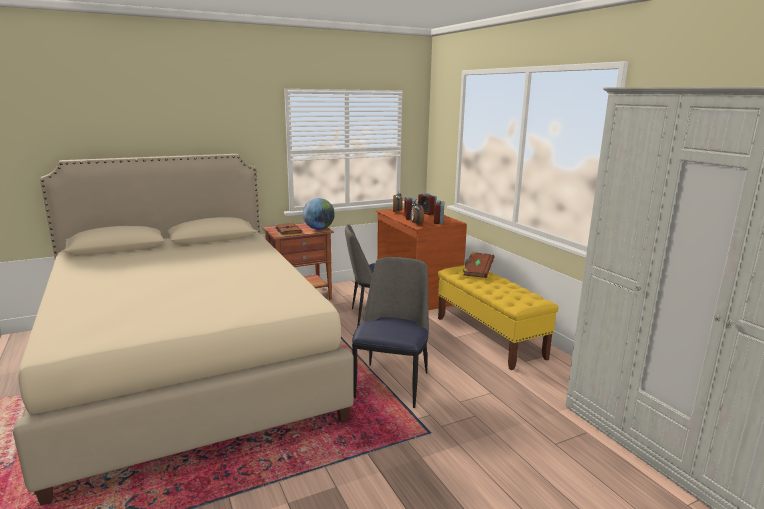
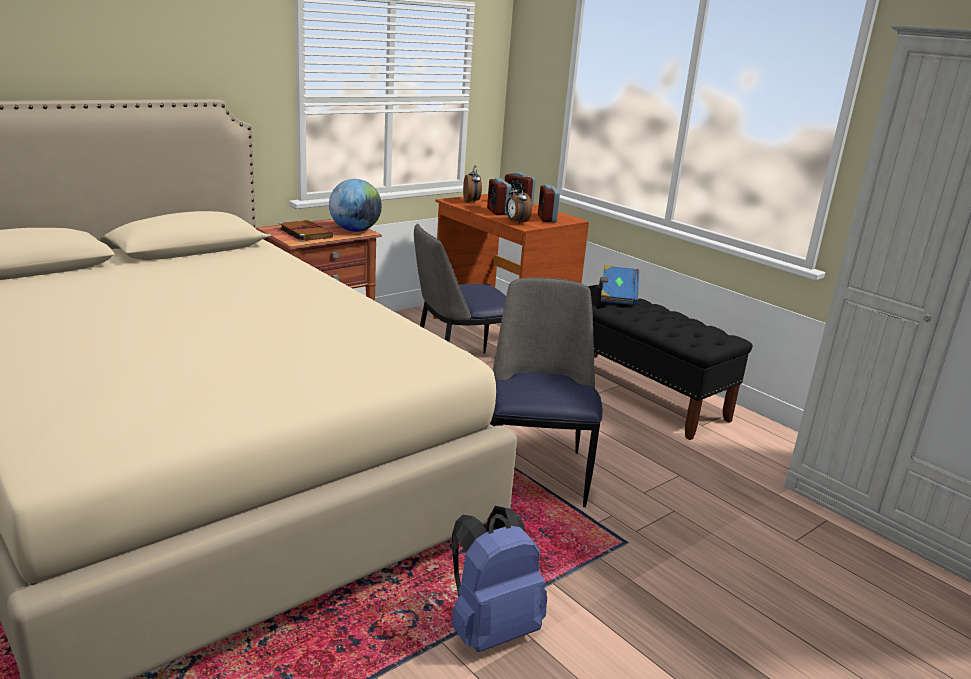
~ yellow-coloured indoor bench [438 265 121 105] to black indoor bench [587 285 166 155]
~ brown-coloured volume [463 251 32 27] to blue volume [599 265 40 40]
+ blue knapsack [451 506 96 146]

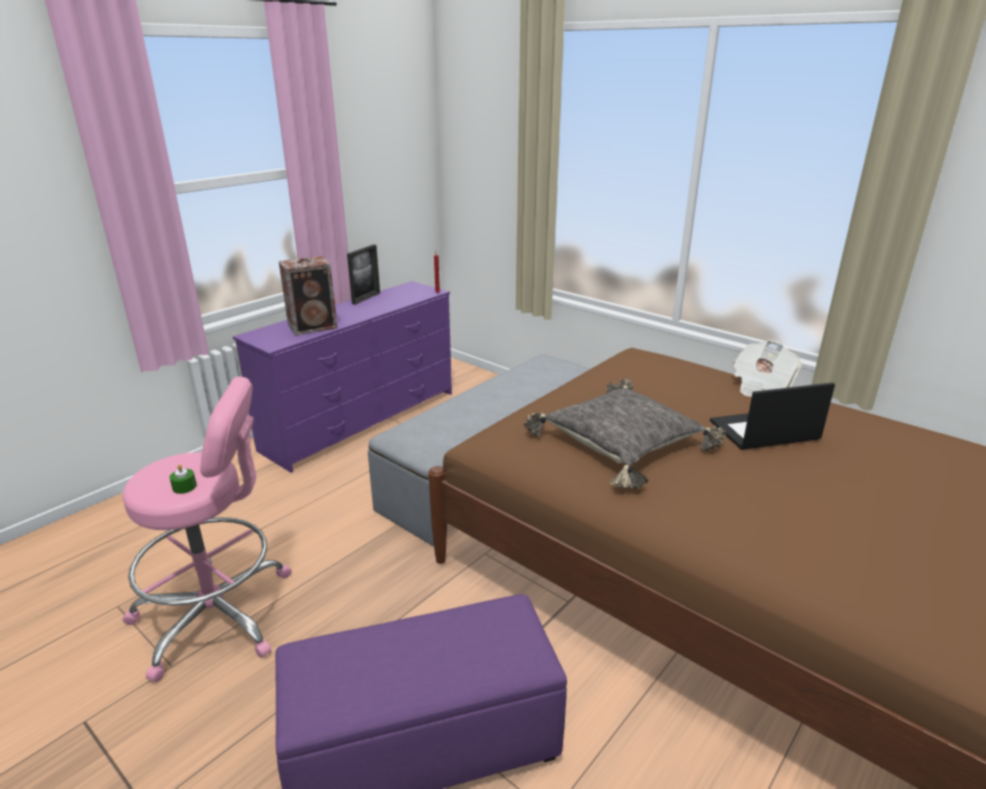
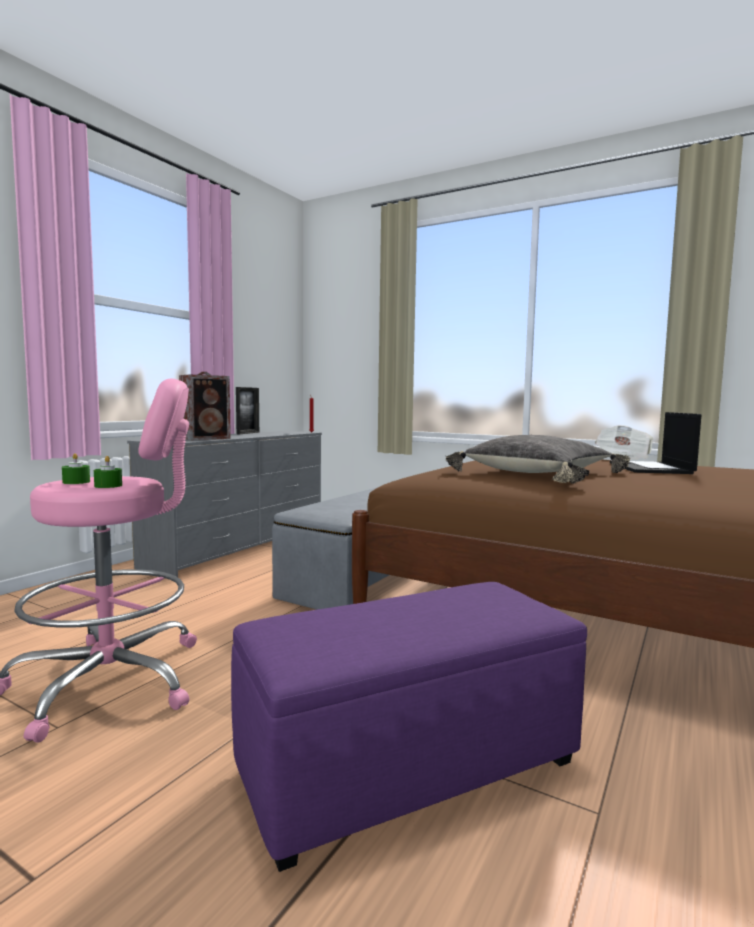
~ purplish drawer chest [233 281 219 192] to grey drawer chest [127 431 195 146]
~ portable computer [710 383 125 67] = [610 412 91 62] 60 degrees counterclockwise
+ greenish wax candle [62 453 28 31]

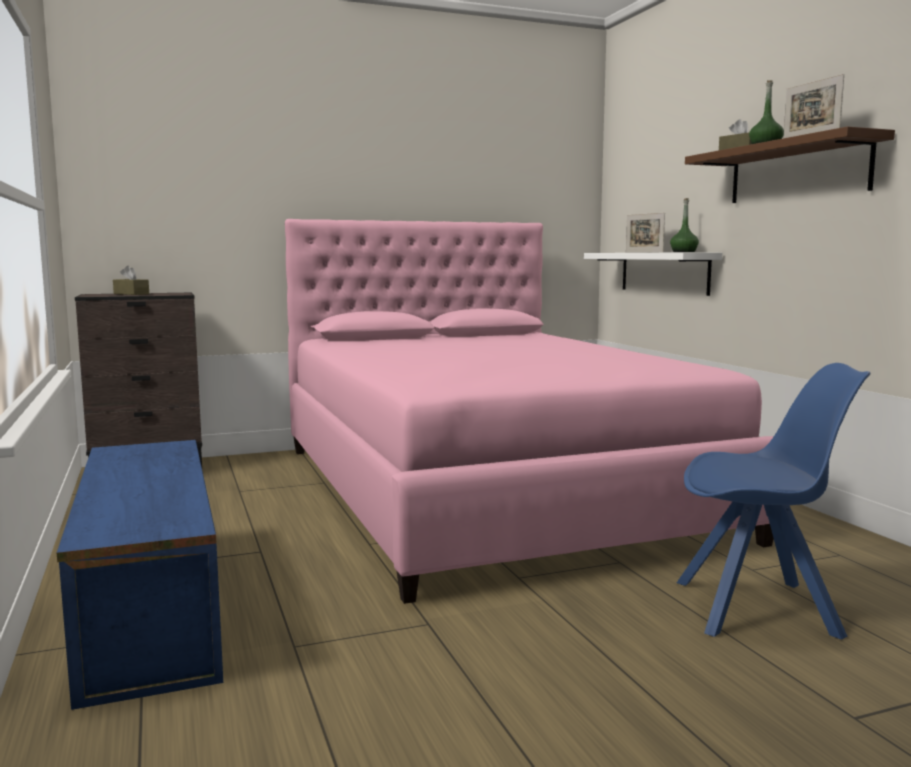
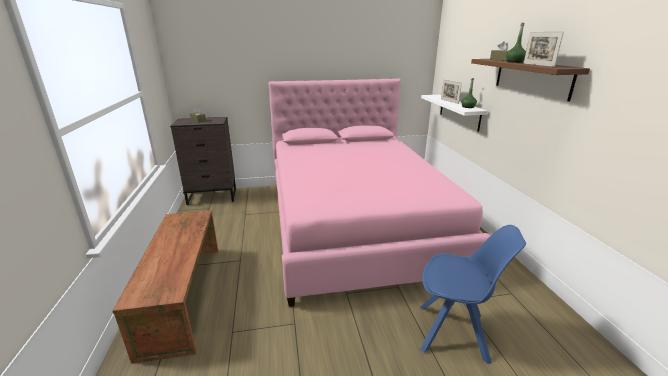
~ blue indoor bench [57 440 166 270] to brown-coloured indoor bench [113 210 105 154]

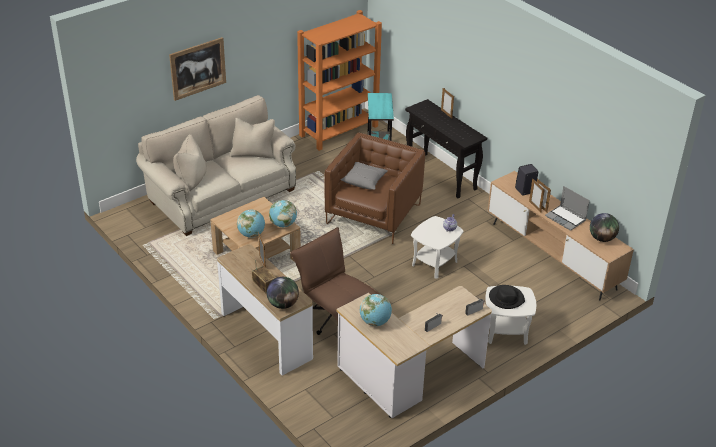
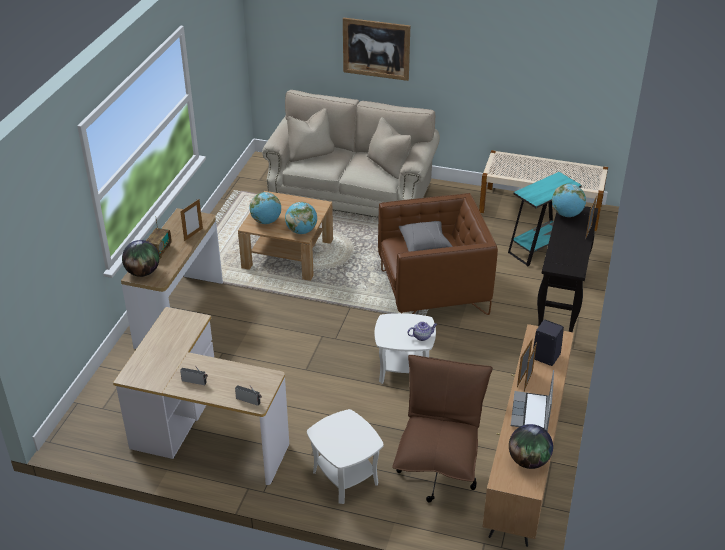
~ brown-coloured office chair [290 227 91 108] to [392 355 101 147]
~ orangey bookcase [297 10 85 141] to sand-coloured indoor bench [479 150 129 82]
~ desk globe [360 294 32 32] to [552 184 34 33]
- black hat [489 285 36 24]

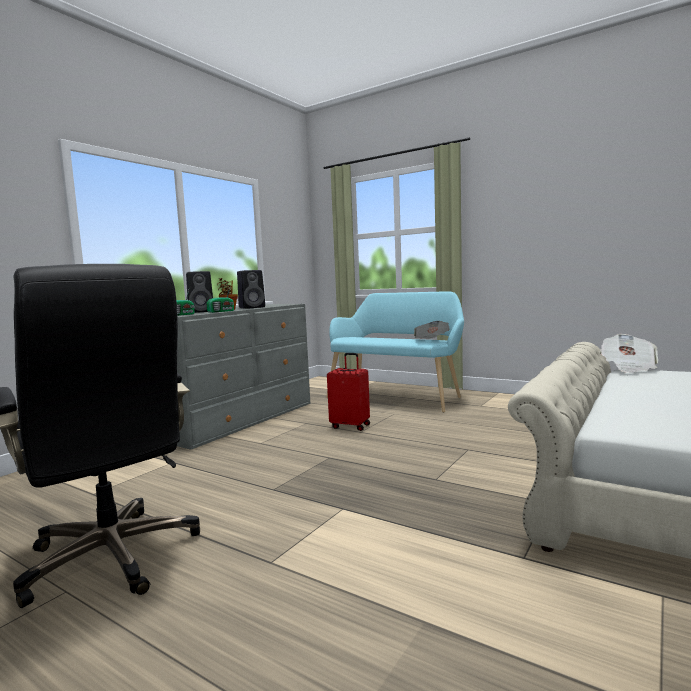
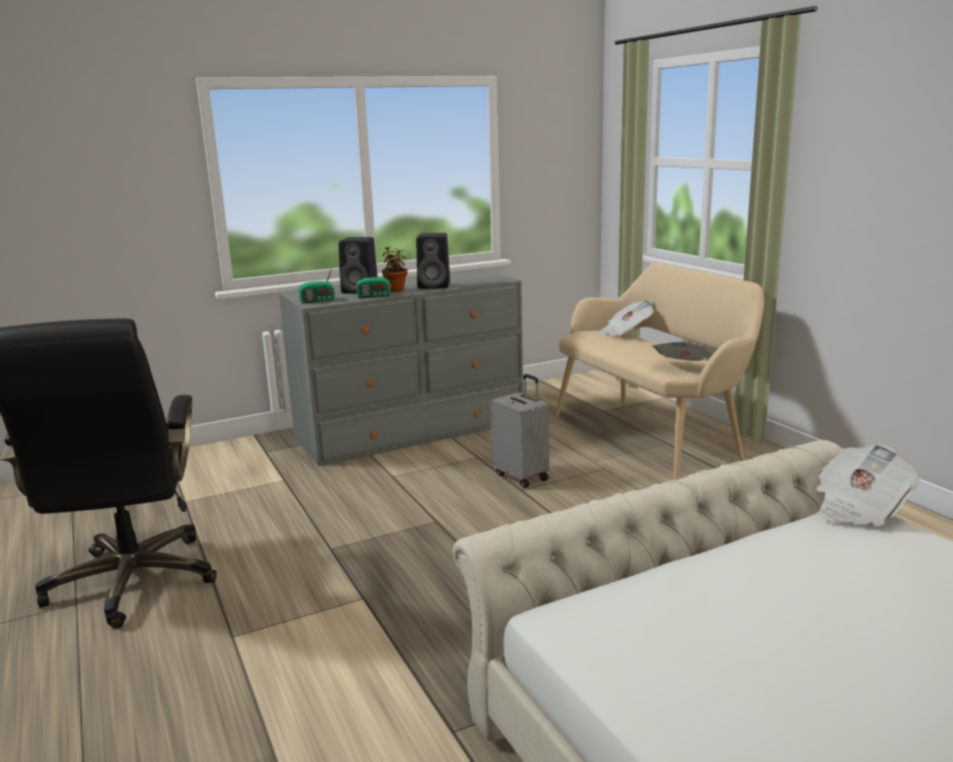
~ turquoise-coloured indoor bench [326 291 138 122] to sand-coloured indoor bench [554 263 210 217]
~ red travel case [327 353 43 78] to grey travel case [490 374 59 114]
+ printed paper [599 300 55 36]

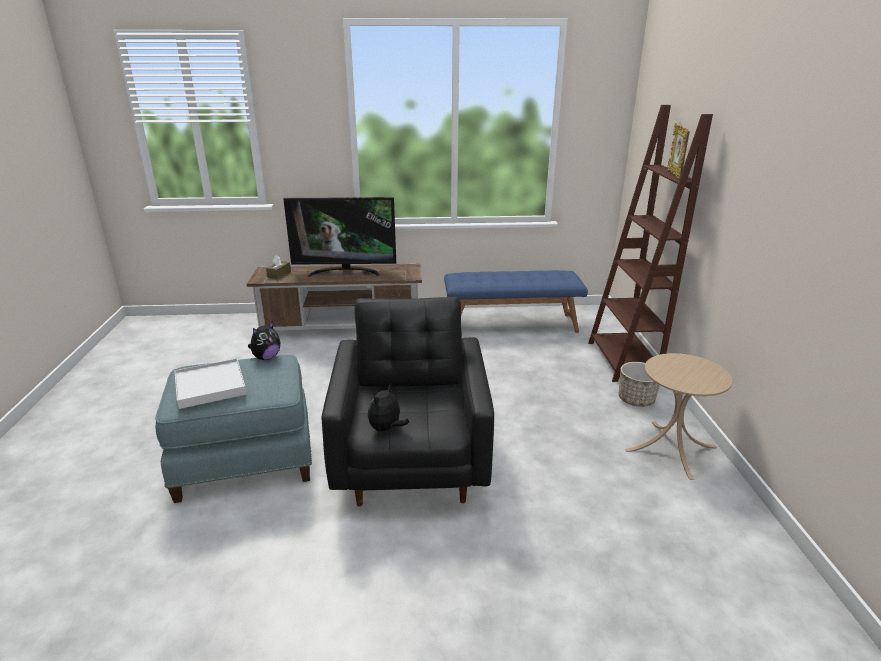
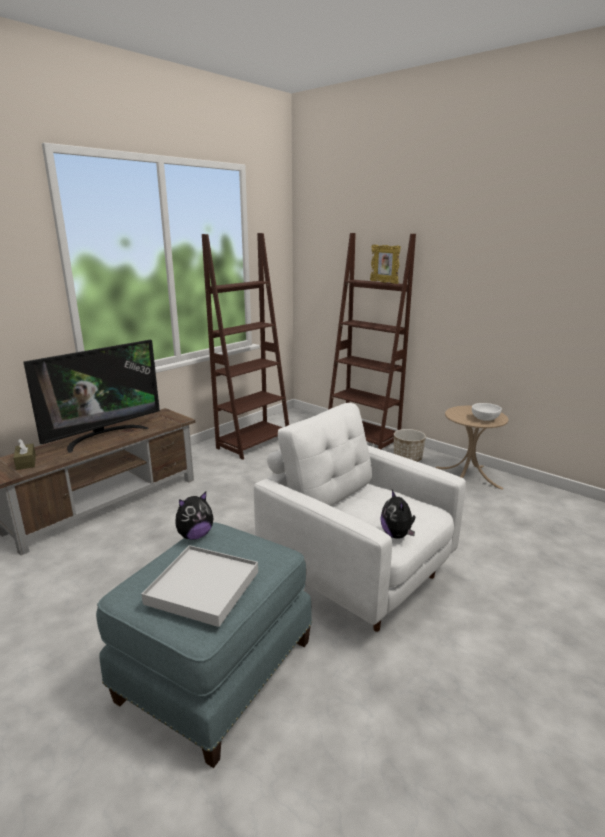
~ cuddly toy [248 321 32 39] = [175 492 39 48] 60 degrees clockwise
~ black armchair [321 297 173 209] to white armchair [254 403 212 229]
~ blue indoor bench [444 270 144 63] to brown-coloured bookcase [202 233 87 227]
+ white serving bowl [472 403 30 18]

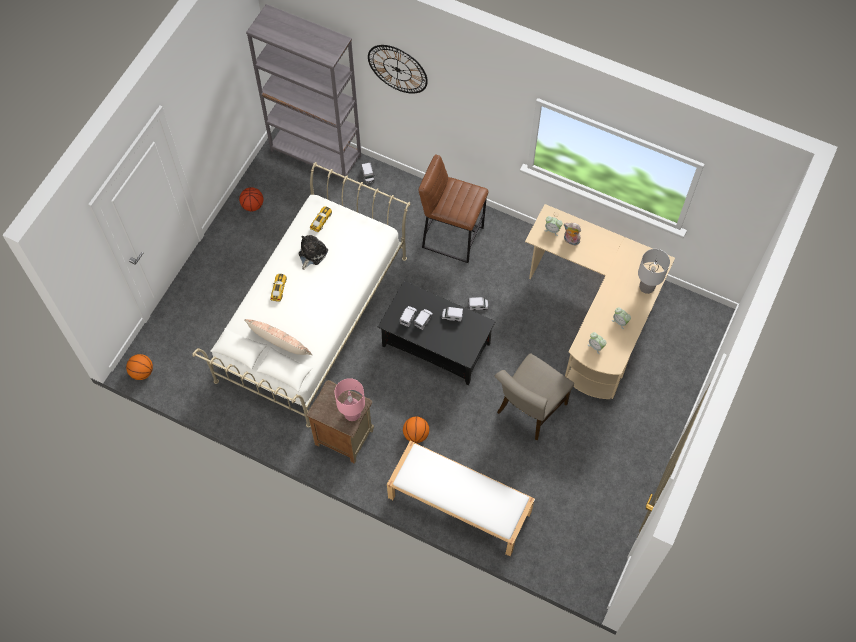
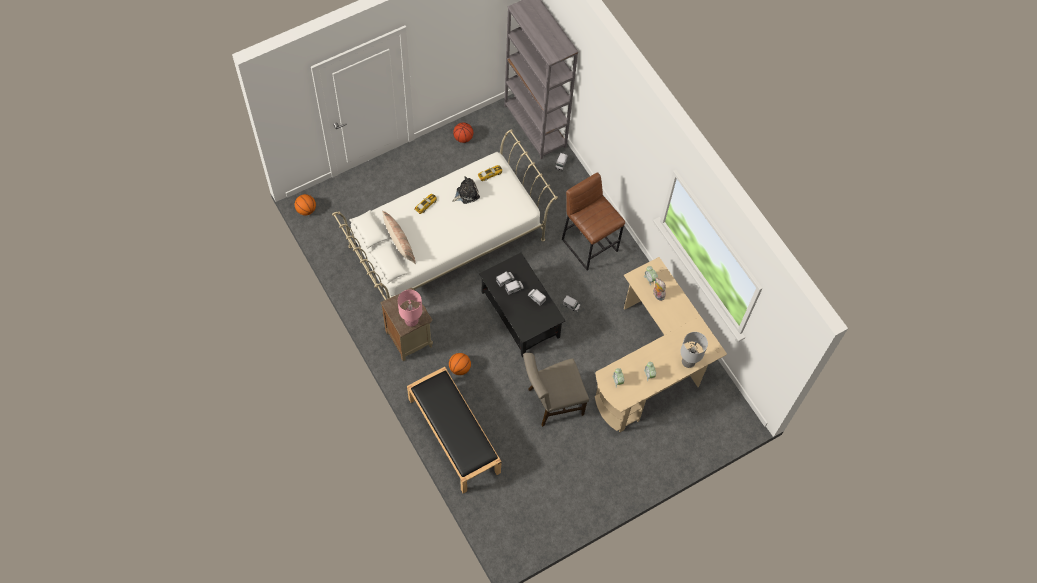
- hanging clock [368 45 60 49]
~ white indoor bench [387 441 148 116] to black indoor bench [407 367 95 127]

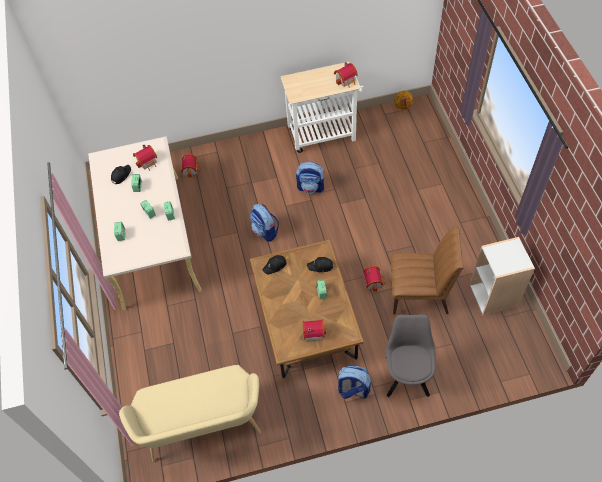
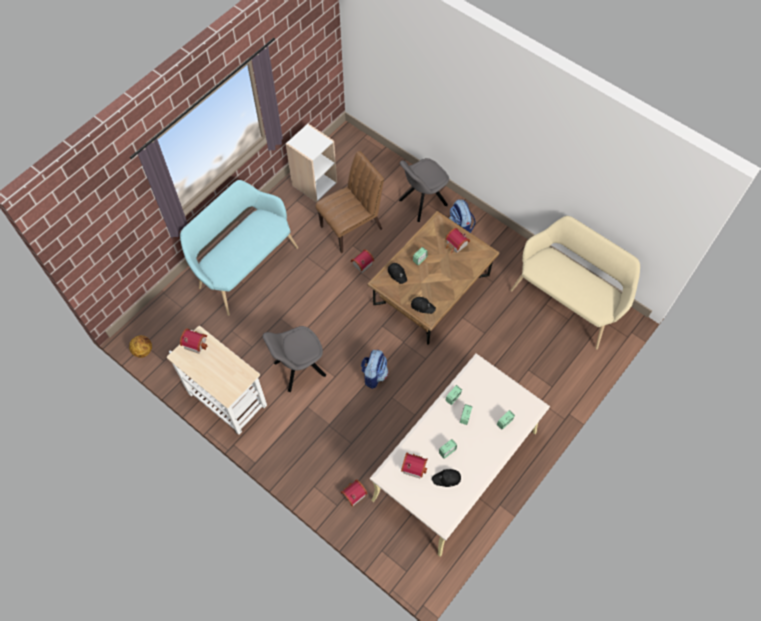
~ knapsack [296 162 29 31] to grey chair [263 326 63 66]
~ brown-coloured chair [390 226 73 88] = [316 151 69 102] 90 degrees clockwise
+ turquoise-coloured indoor bench [180 180 118 136]

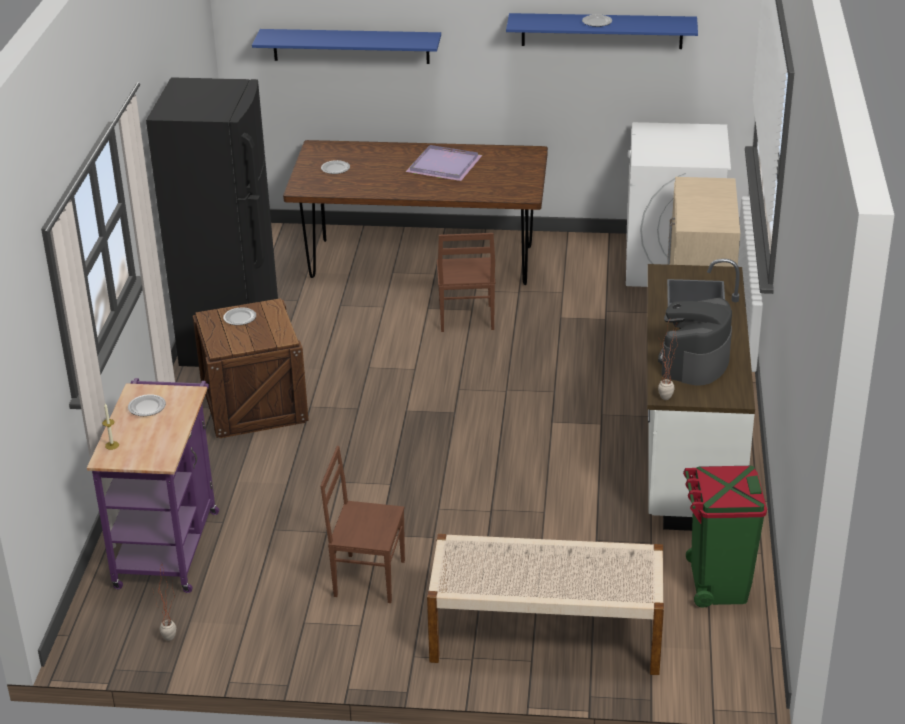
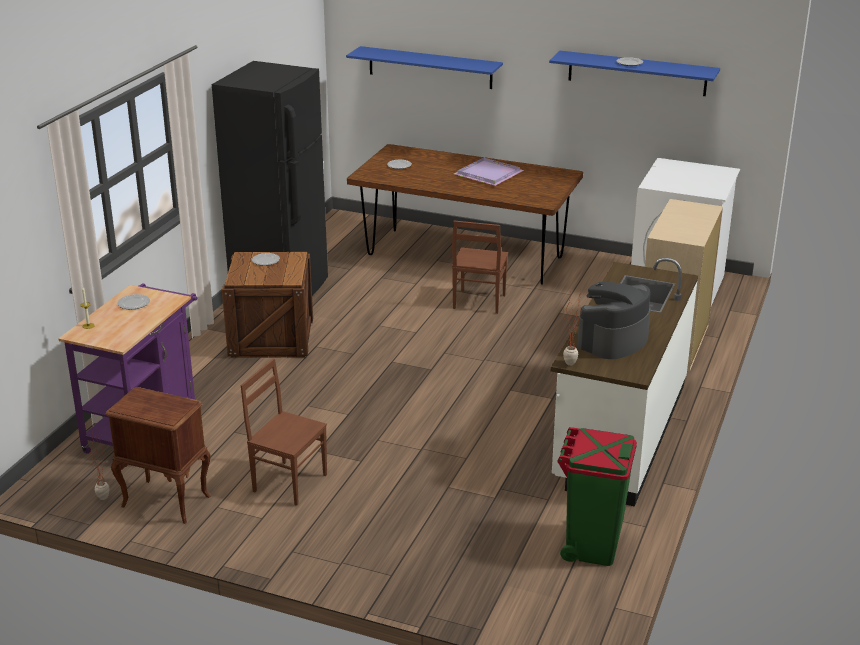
- sand-coloured indoor bench [427 534 237 141]
+ brown-coloured night table [106 387 105 137]

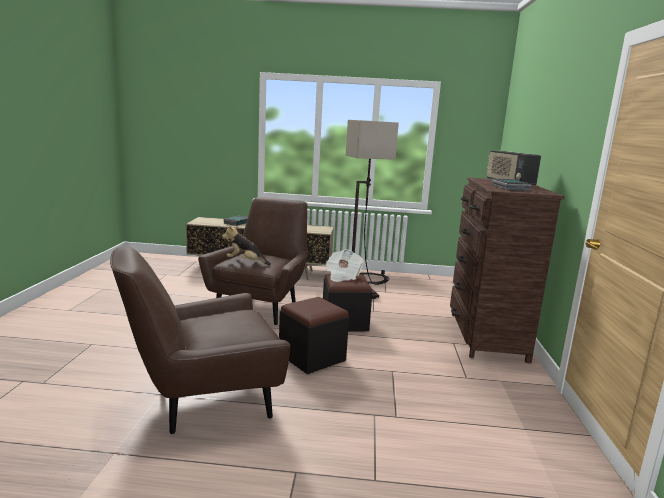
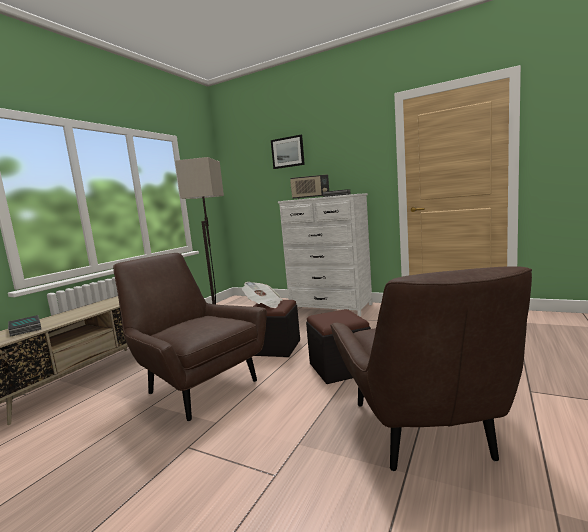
- cuddly toy [222 224 49 41]
~ brown-coloured drawer chest [450 177 115 186] to white drawer chest [278 193 94 123]
+ picture [271 135 34 34]

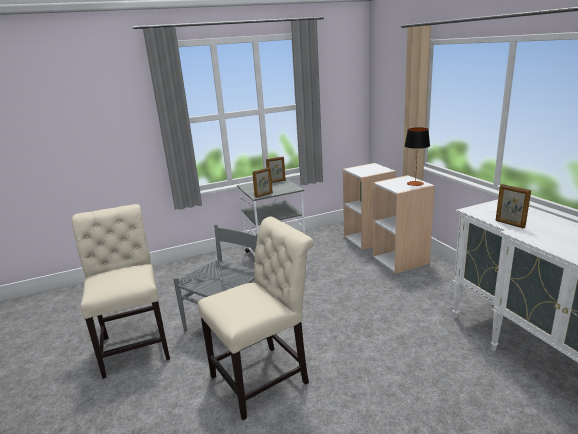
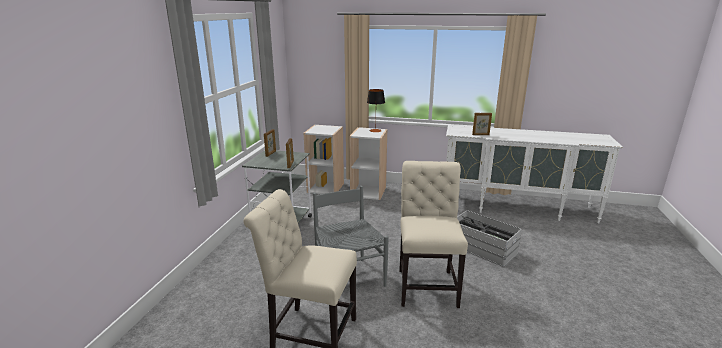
+ grey storage box [457 210 65 57]

